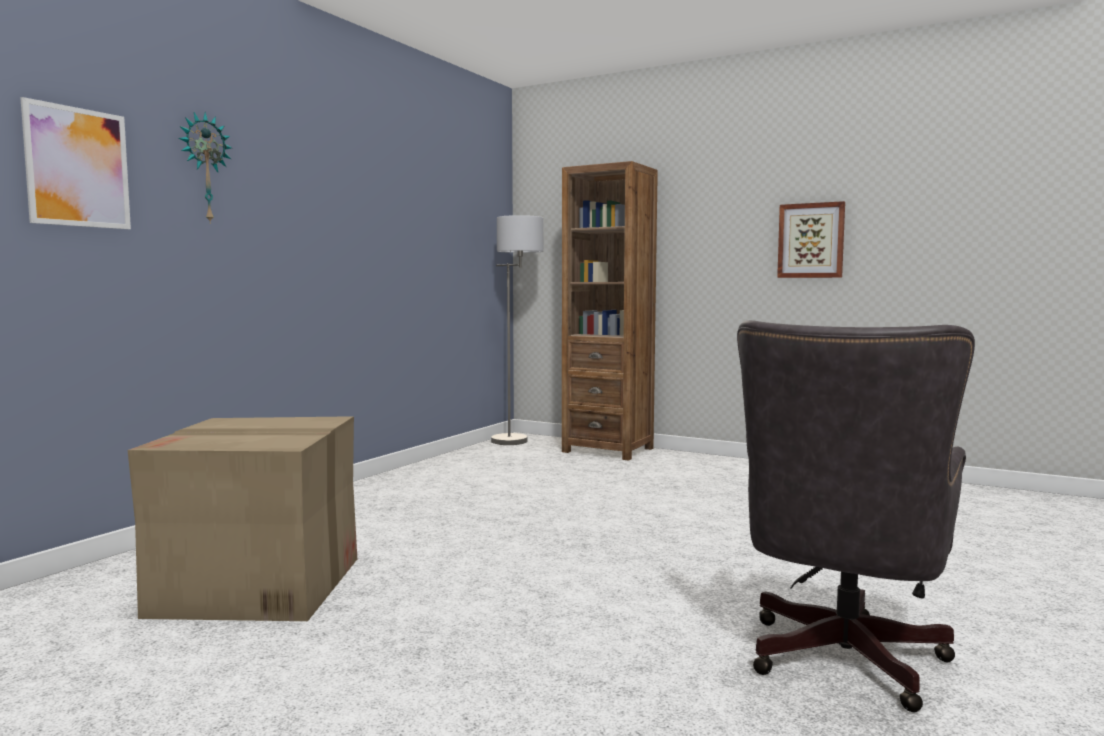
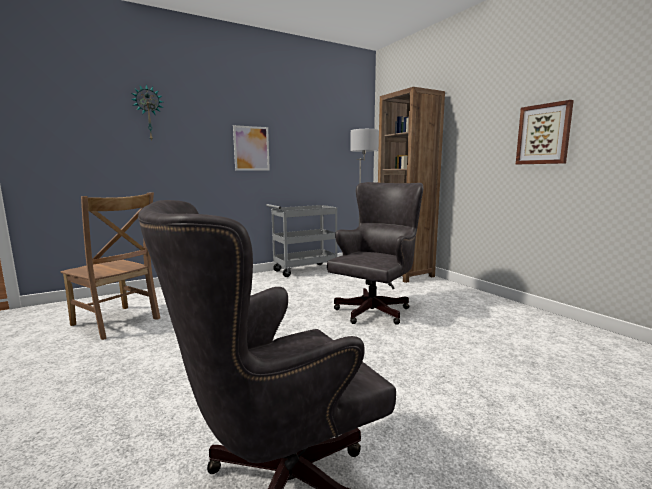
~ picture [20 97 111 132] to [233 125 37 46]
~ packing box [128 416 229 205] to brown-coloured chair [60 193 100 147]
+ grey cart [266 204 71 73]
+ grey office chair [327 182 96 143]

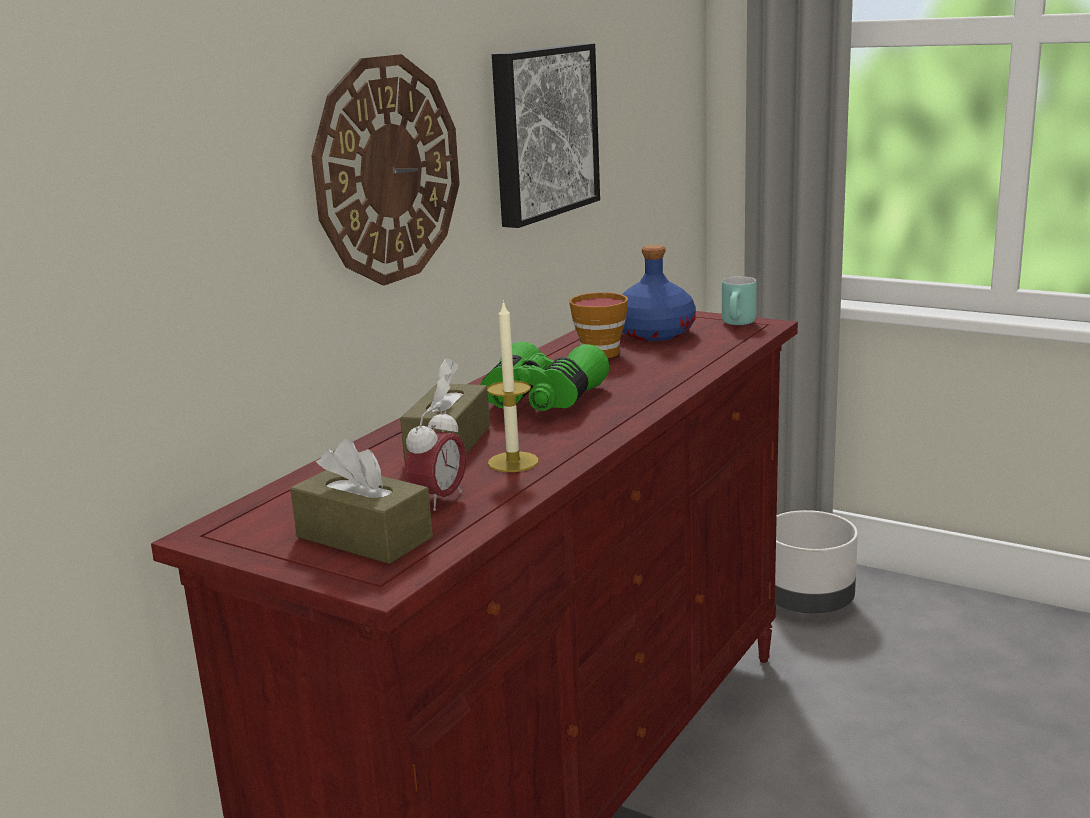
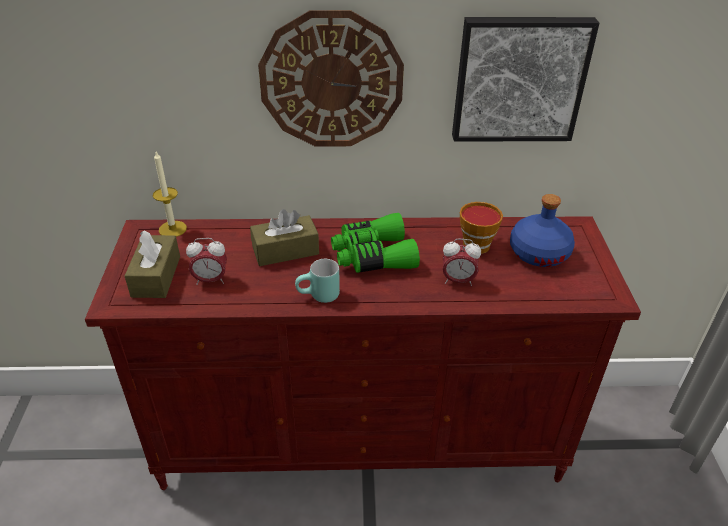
~ wax candle [486 300 53 172] to [153 152 34 85]
~ turquoise-coloured tea mug [722 276 34 49] to [295 259 45 44]
- grey plant pot [775 510 83 103]
+ bedside clock [443 238 38 48]

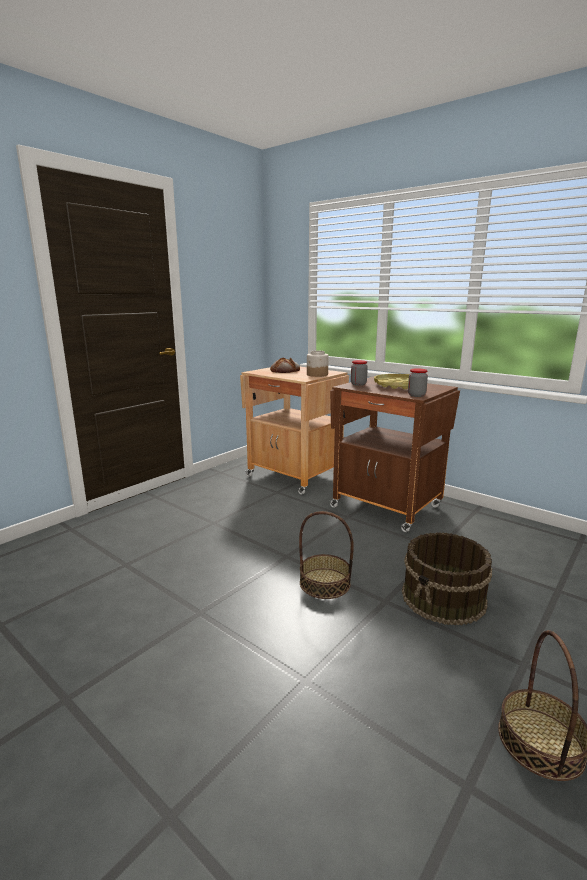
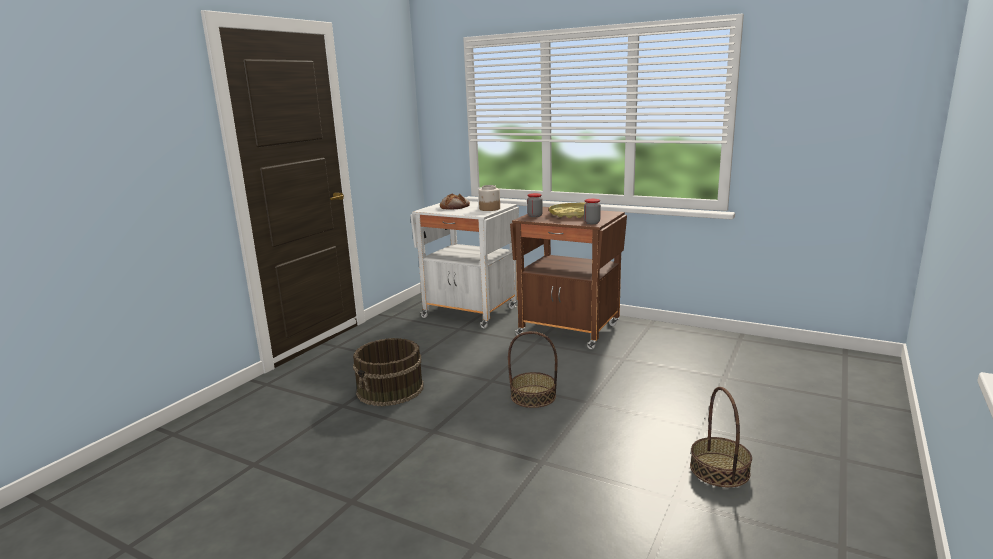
~ brown-coloured cart [240 367 109 128] to white cart [410 201 109 127]
~ brown-coloured pail [402 532 90 93] to [353 338 71 68]

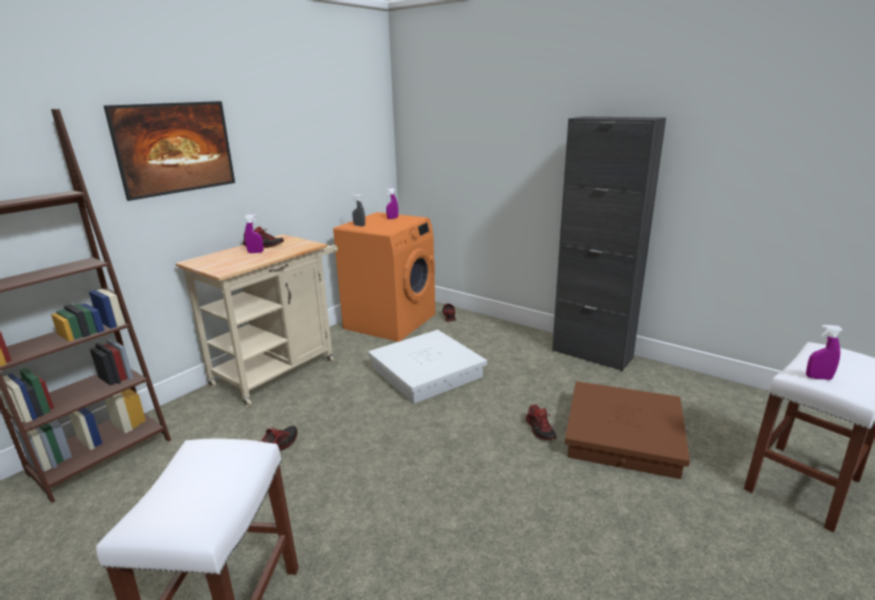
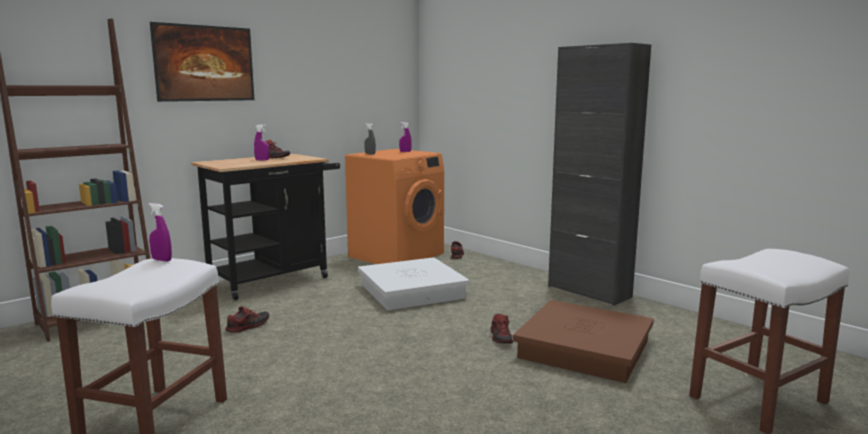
~ sand-coloured cart [175 234 163 173] to black cart [191 154 149 146]
~ purplish sprayer [806 325 37 55] to [148 203 24 59]

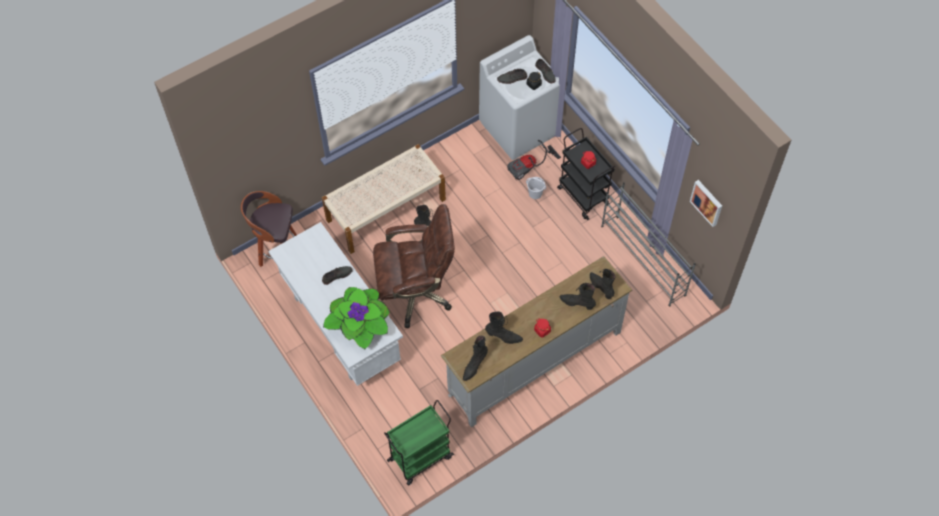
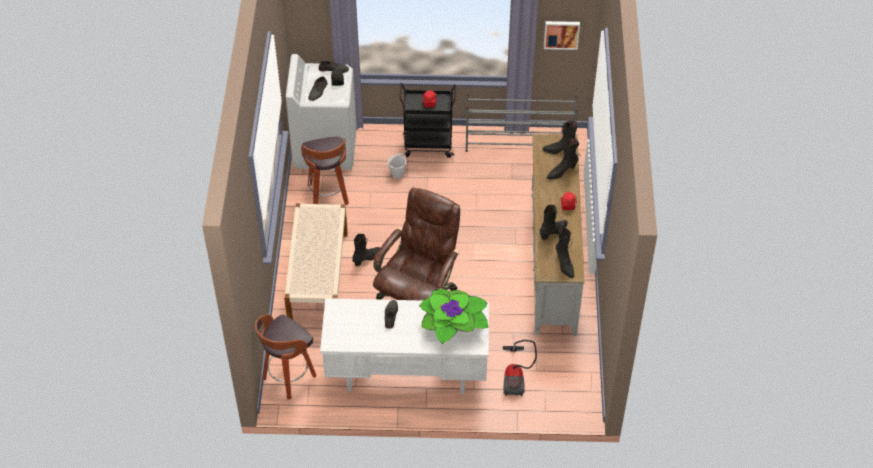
- greenish cart [384 400 70 86]
~ vacuum cleaner [507 139 54 41] to [503 340 34 56]
+ stool [301 137 48 68]

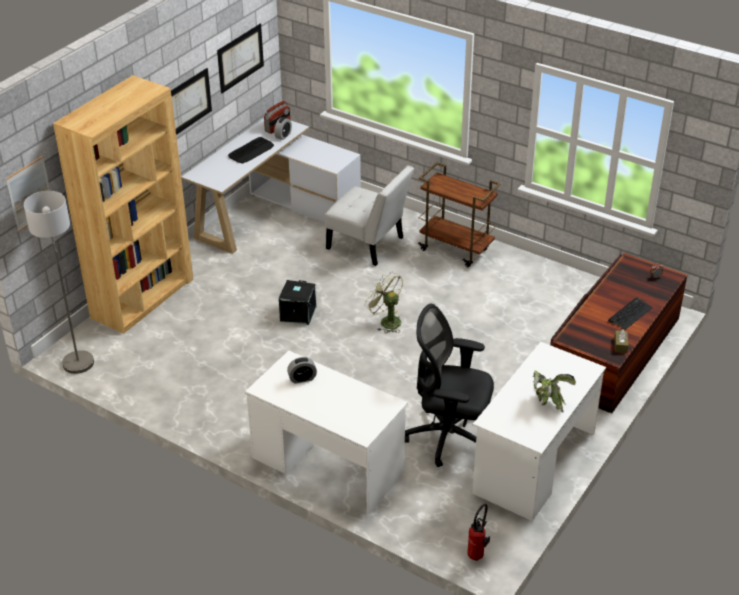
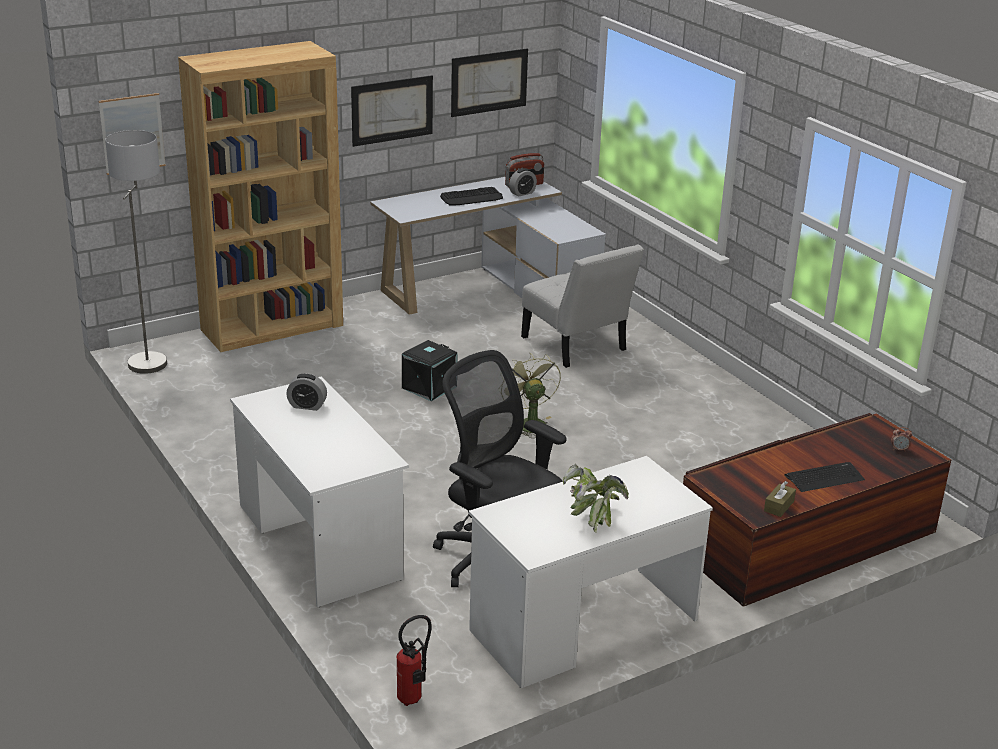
- brown-coloured cart [418 162 83 105]

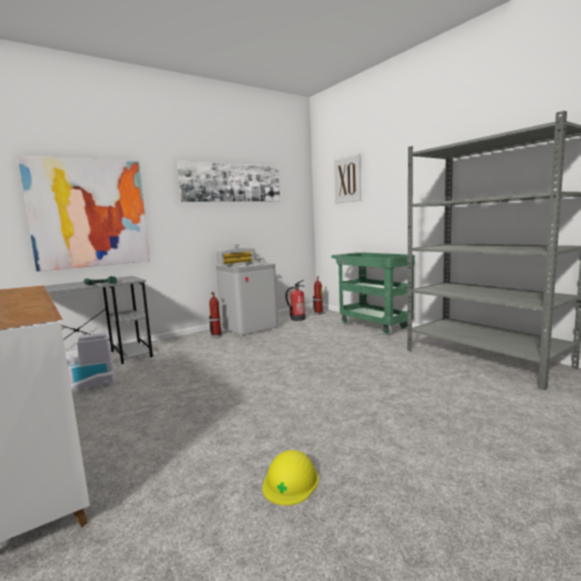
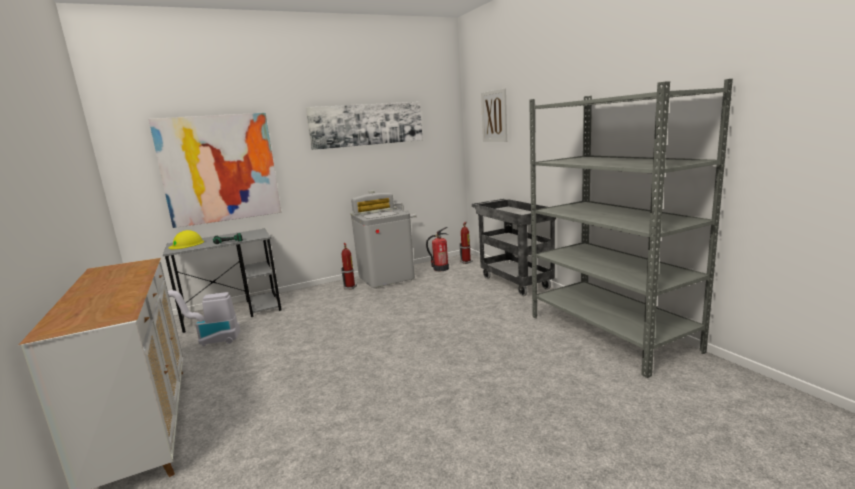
~ yellow-coloured safety helmet [262 450 57 56] to [168 230 36 19]
~ greenish cart [331 252 84 84] to black cart [472 199 84 97]

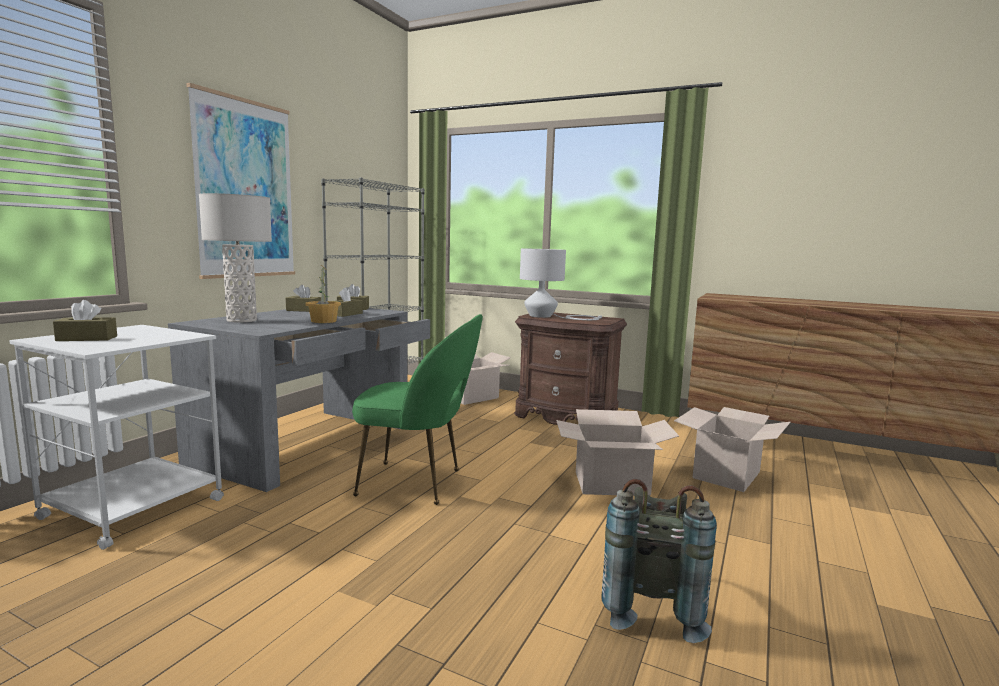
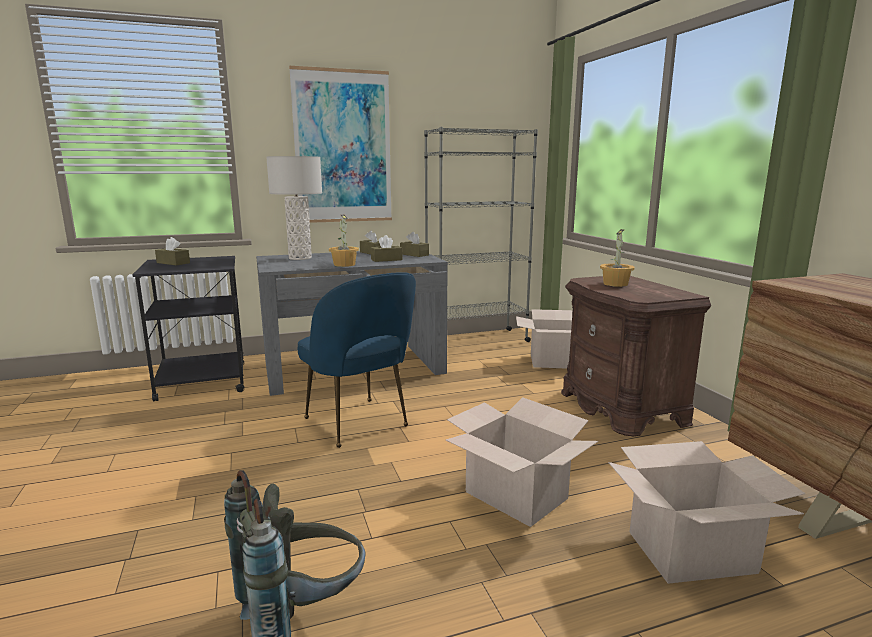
~ white cart [9 325 215 225] to black cart [132 256 113 146]
~ greenish chair [352 314 131 191] to blue chair [298 272 118 176]
~ white lamp for a table [520 248 82 72] to plant in a pot [600 229 35 58]

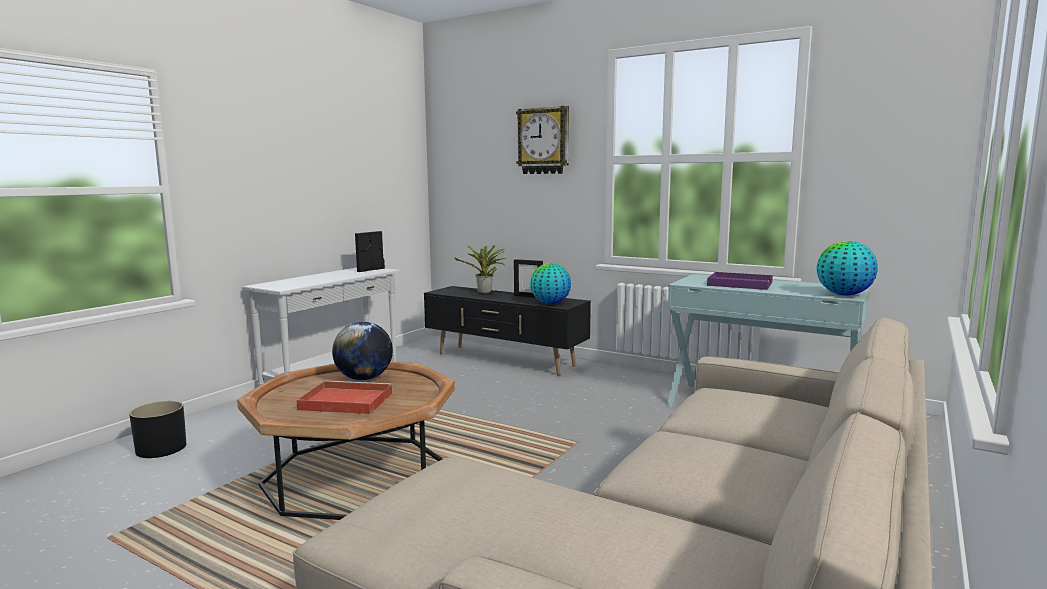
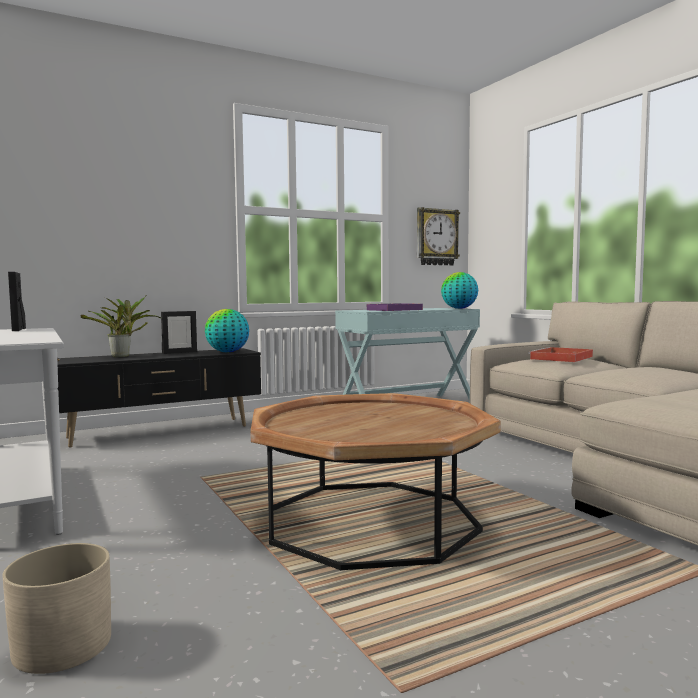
~ black plant pot [129 401 57 57] to sand-coloured plant pot [3 543 108 131]
~ red carrying tray [297 381 96 33] to [528 347 65 15]
- desk globe [332 321 61 59]
~ hanging clock [516 106 53 68] to [417 207 43 59]

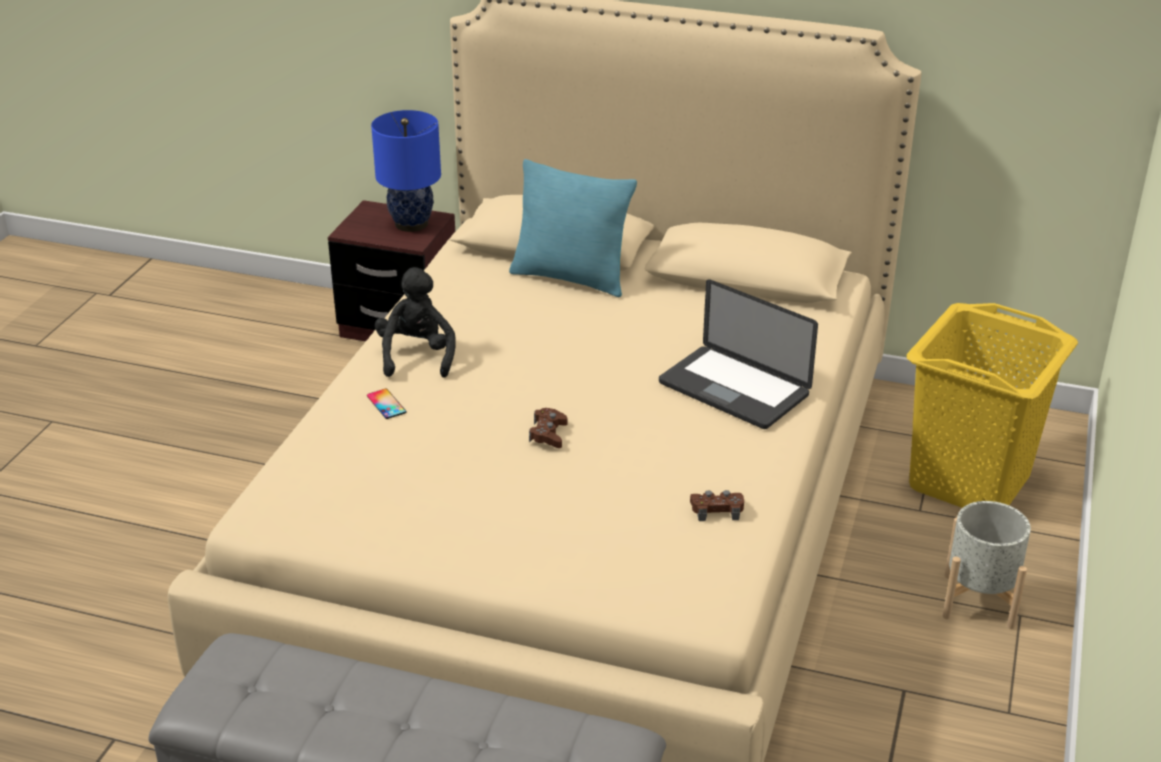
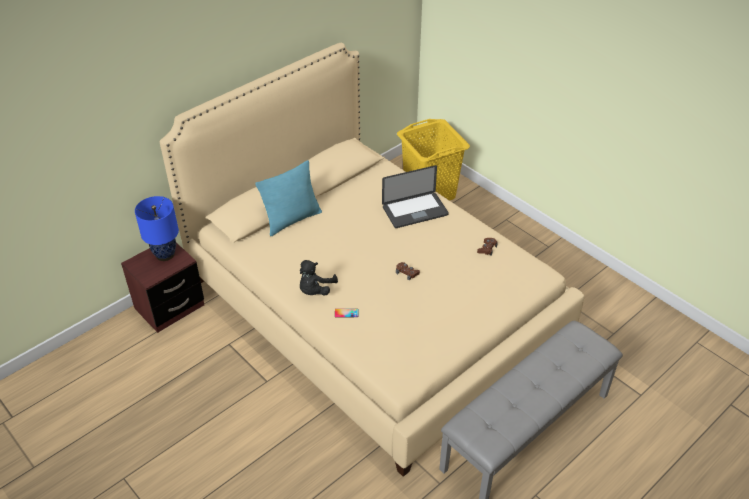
~ black cuddly toy [375 267 81 111] = [300 260 38 35] 90 degrees counterclockwise
- grey plant pot [943 501 88 128]

